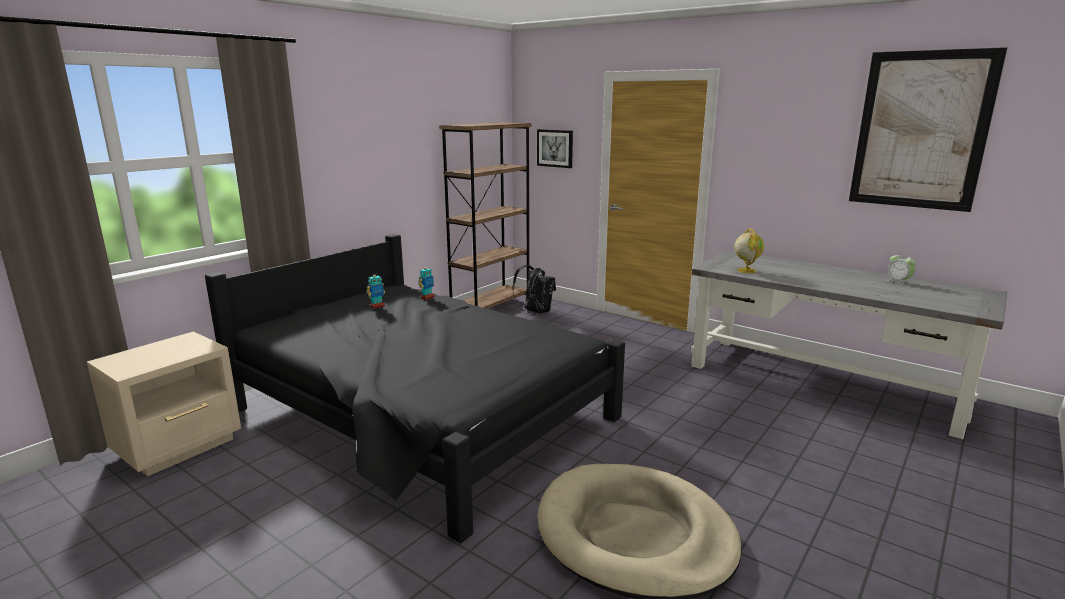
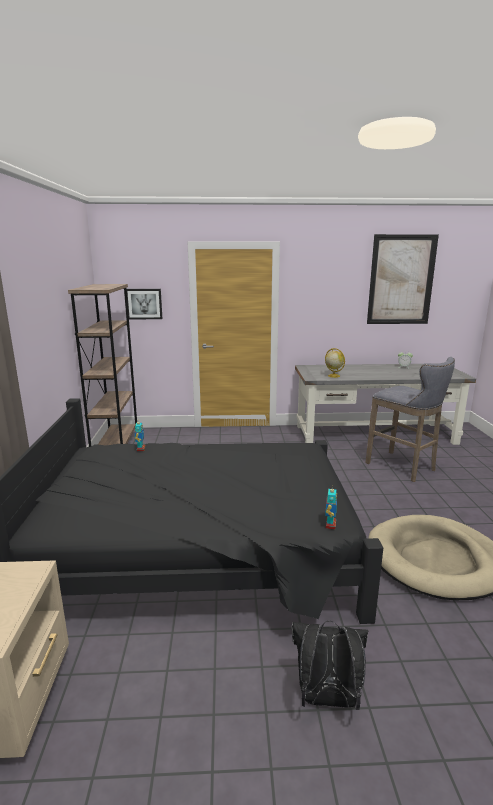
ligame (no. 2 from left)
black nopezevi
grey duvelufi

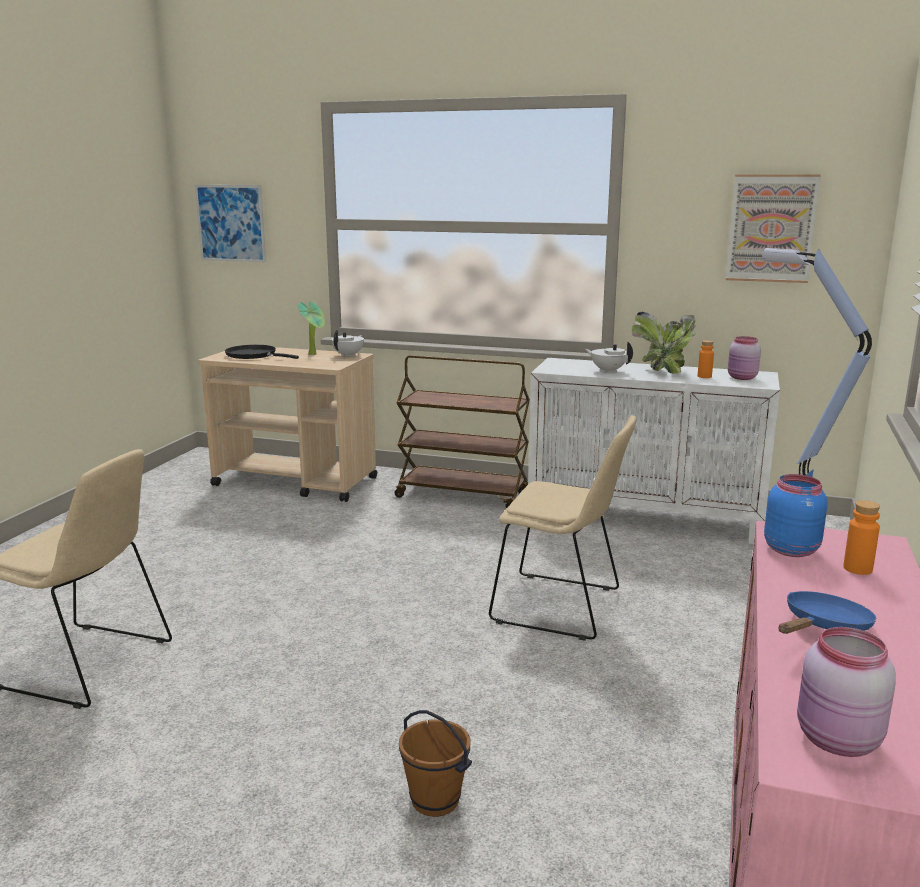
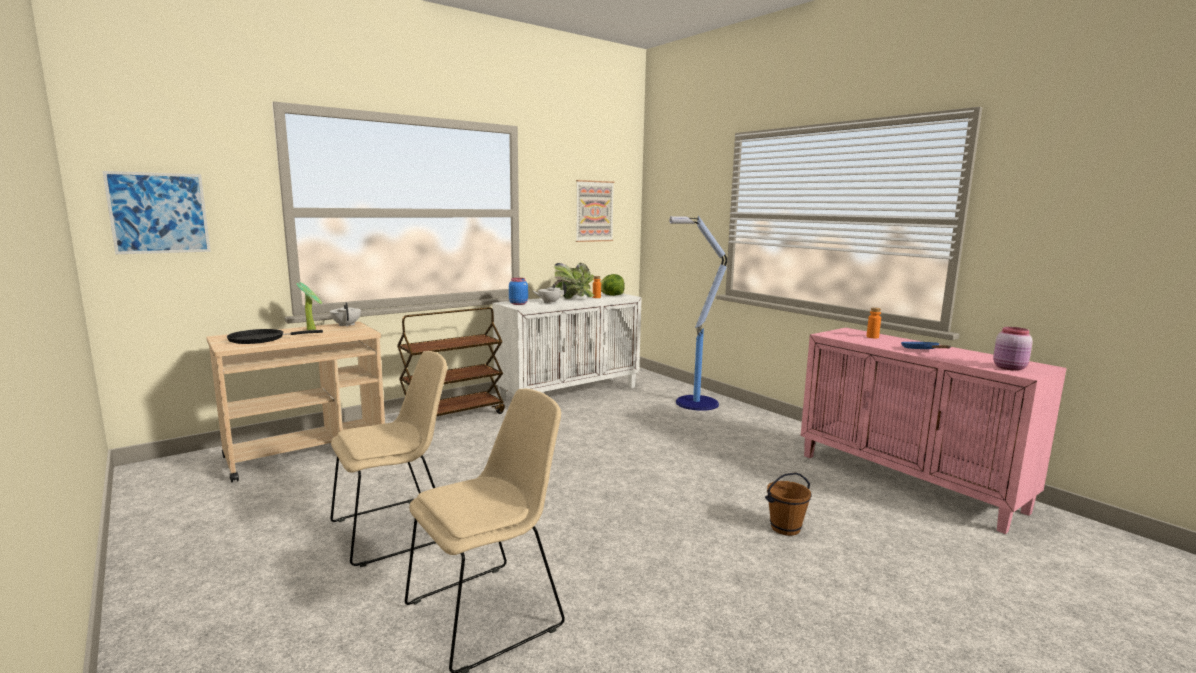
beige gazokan (no. 1 from left)
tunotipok
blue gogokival

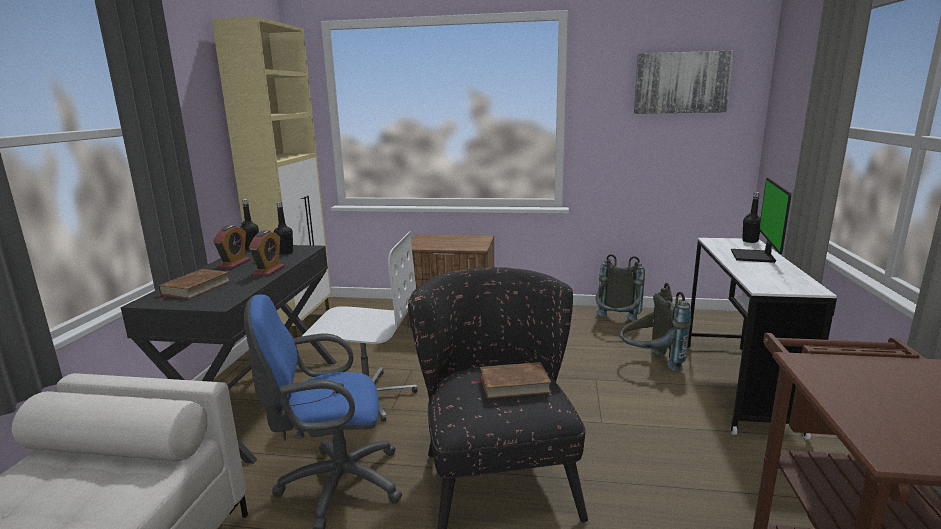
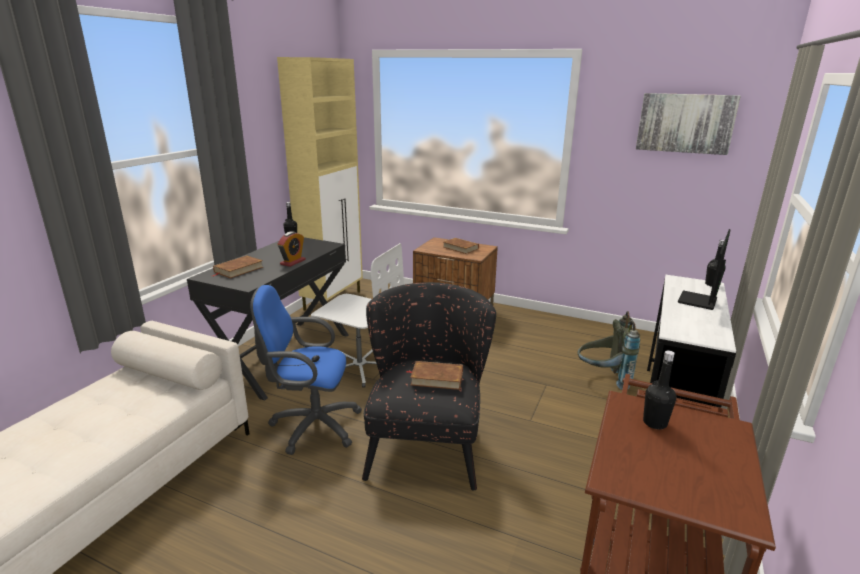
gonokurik (no. 1 from left in the first image)
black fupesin (no. 2 from left)
grey nopezevi (no. 1 from left in the first image)
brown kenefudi (no. 3 from left)

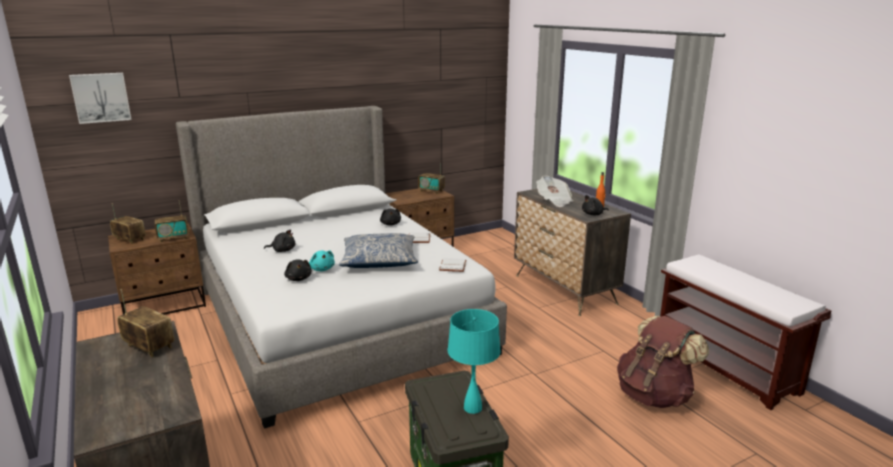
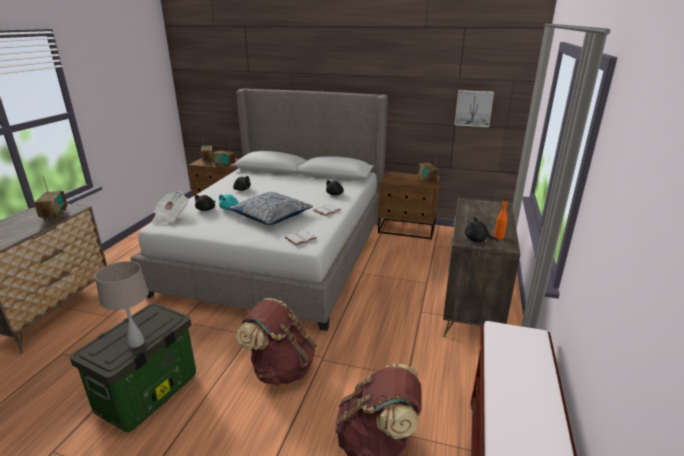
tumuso
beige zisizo
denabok
brown nopezevi (no. 1 from left)

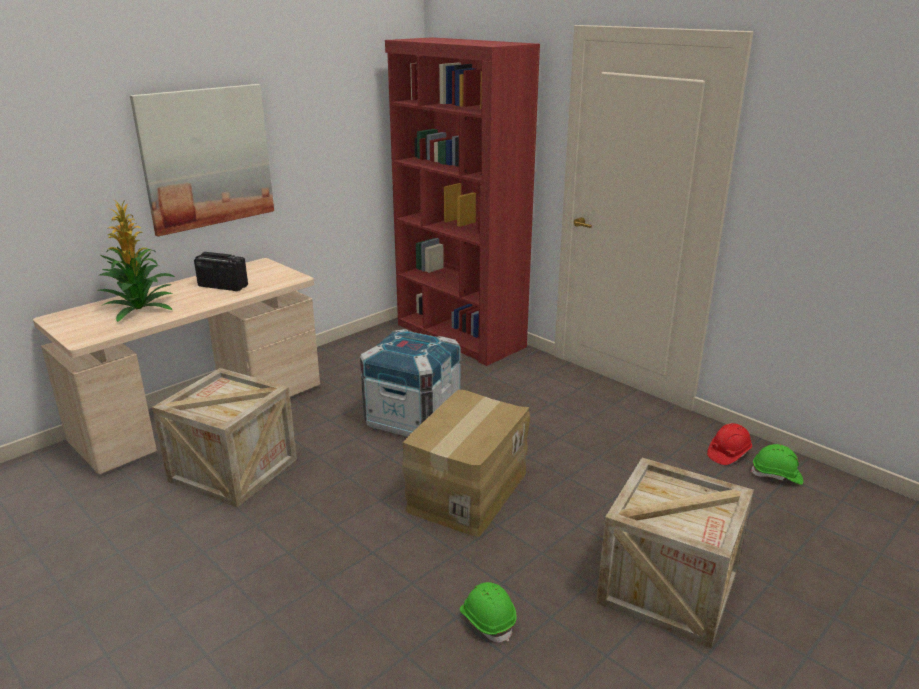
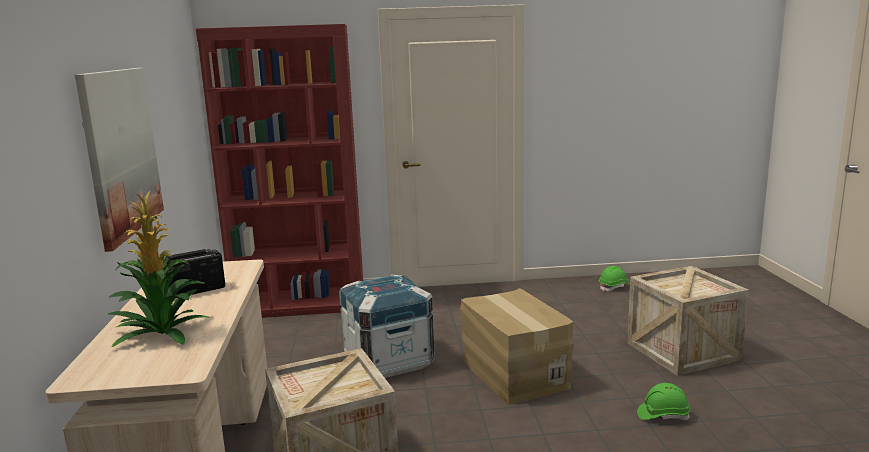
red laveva

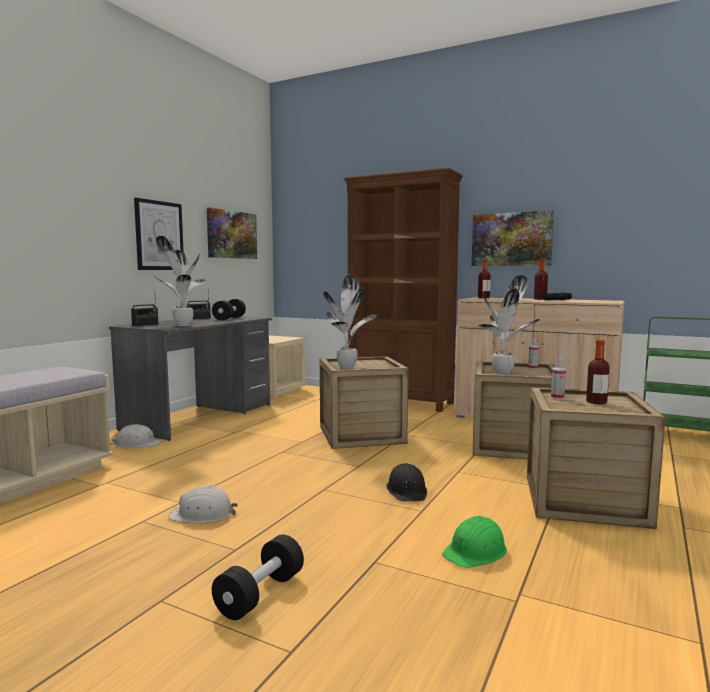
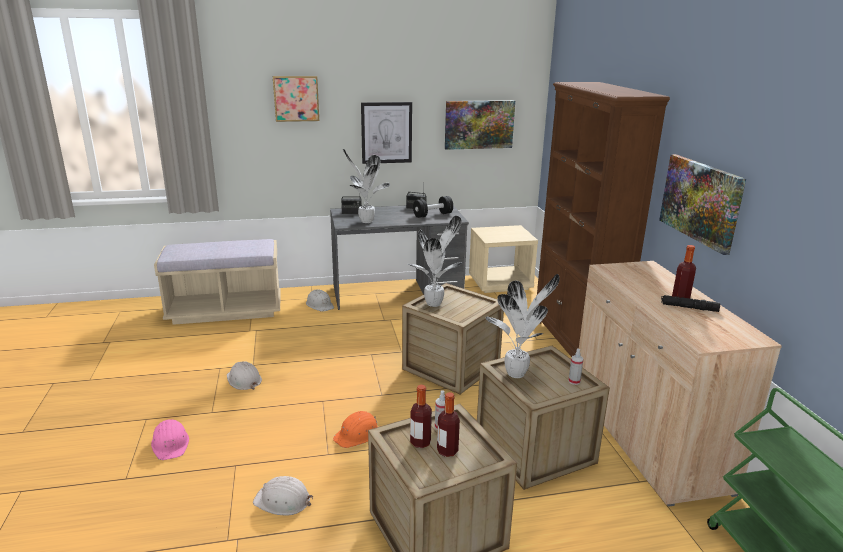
pink laveva
orange laveva
white laveva (no. 2 from left)
fupesin (no. 1 from left)
tumuso (no. 1 from left)

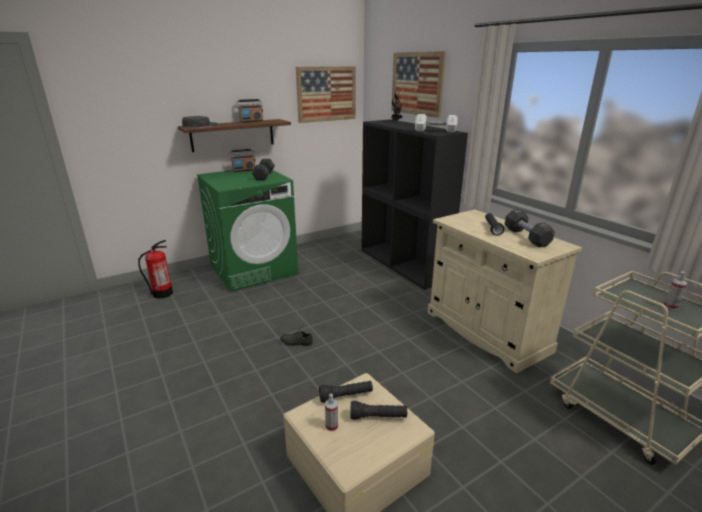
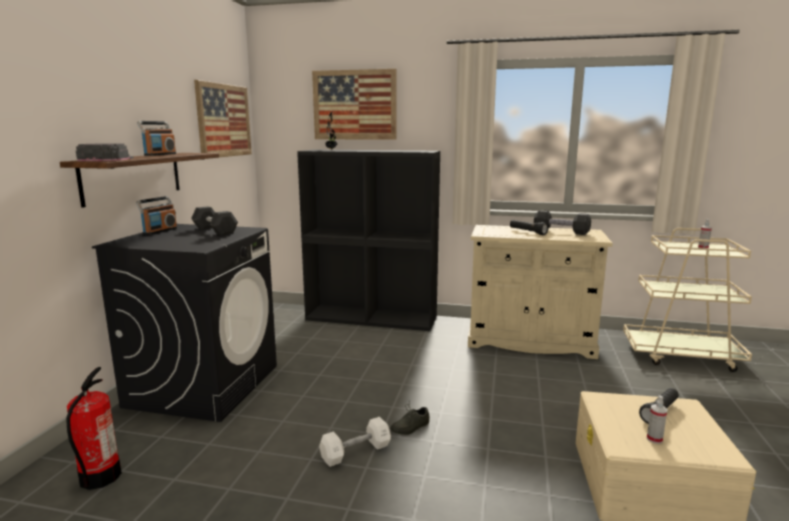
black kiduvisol
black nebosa (no. 1 from left in the first image)
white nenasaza

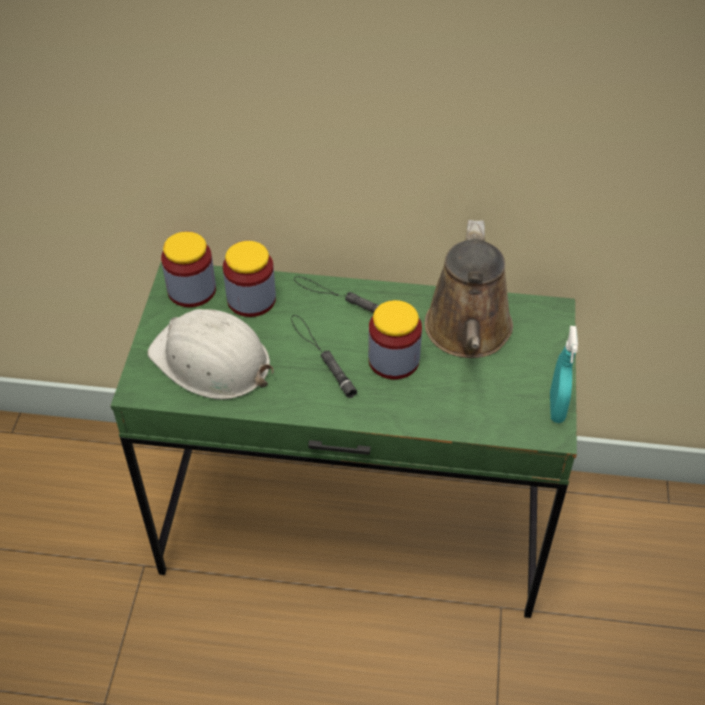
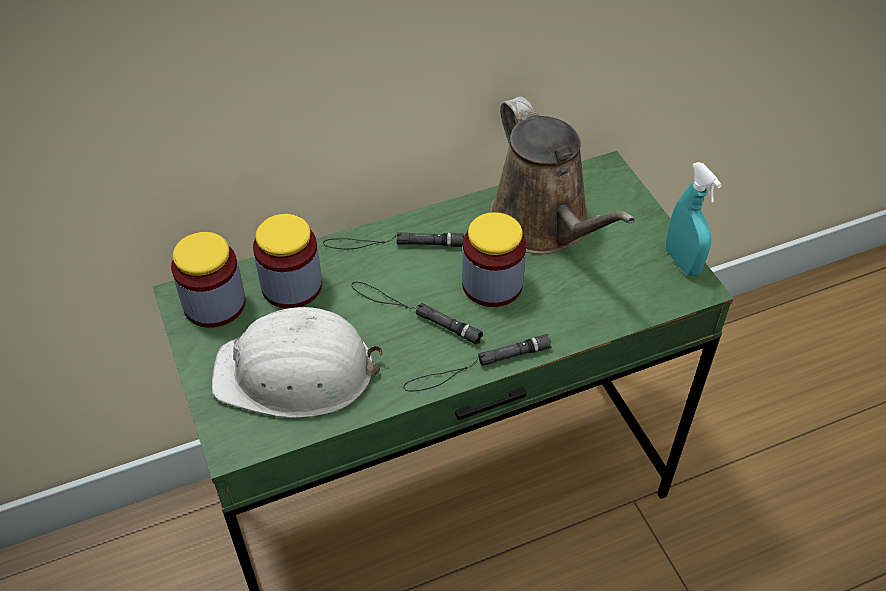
black nebosa (no. 3 from left)

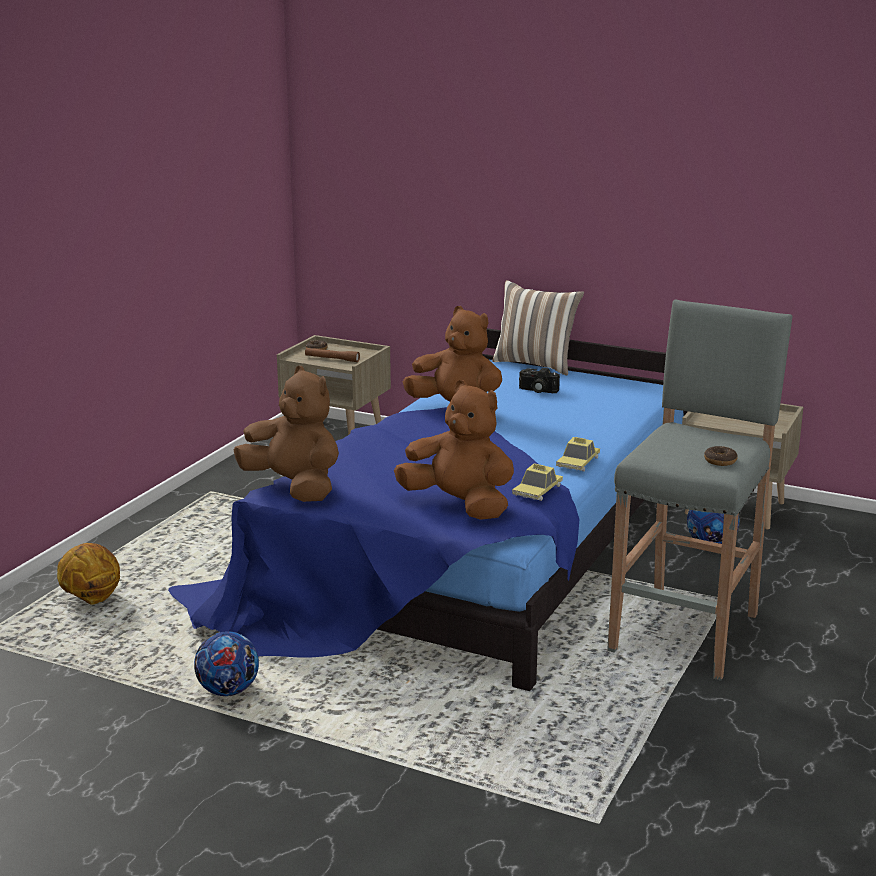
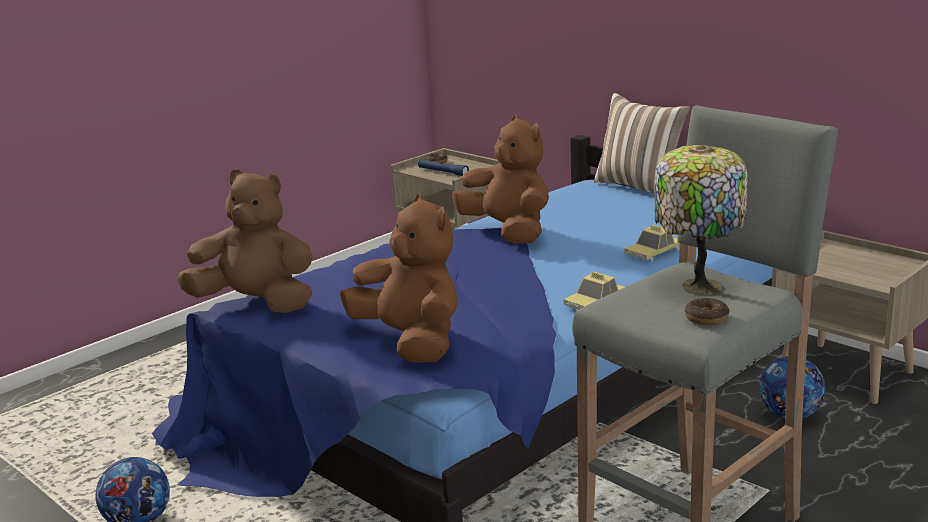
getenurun
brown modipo (no. 1 from left)
blue nebosa
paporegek (no. 2 from left)
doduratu
zisizo

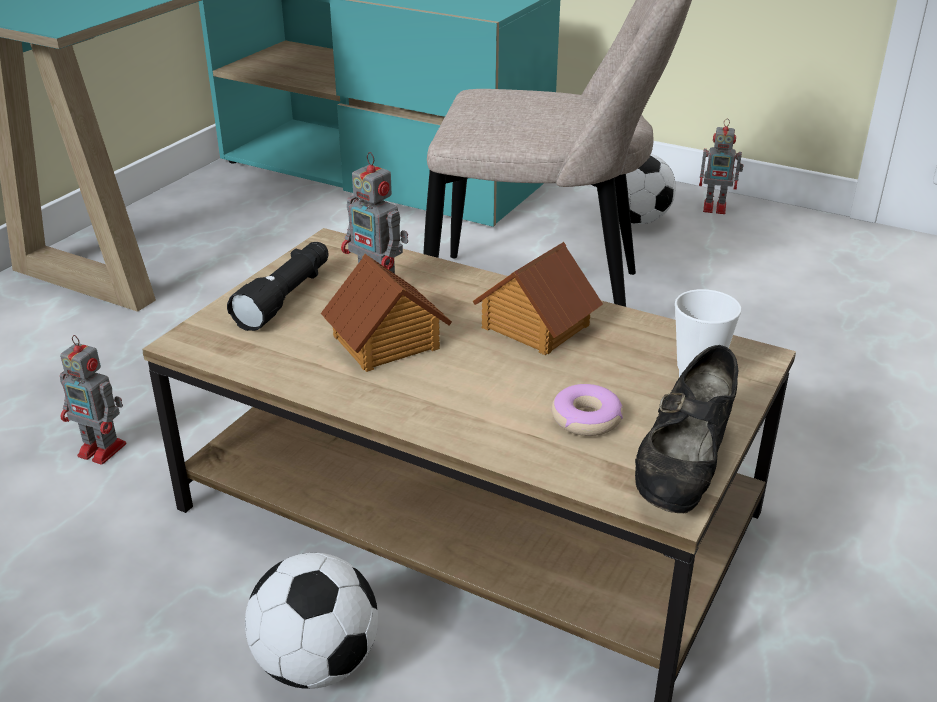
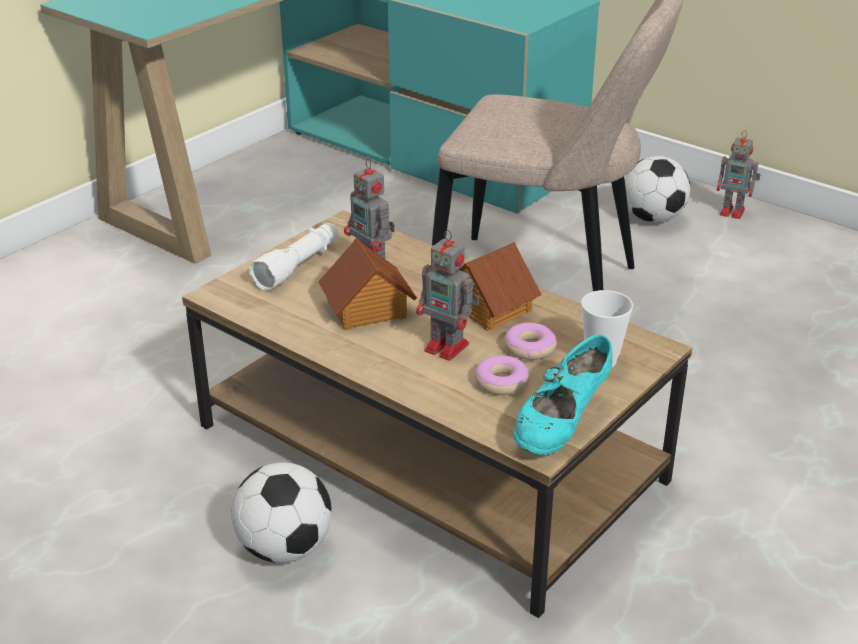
ligame (no. 2 from left)
white nebosa
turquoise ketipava
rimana (no. 2 from left)

